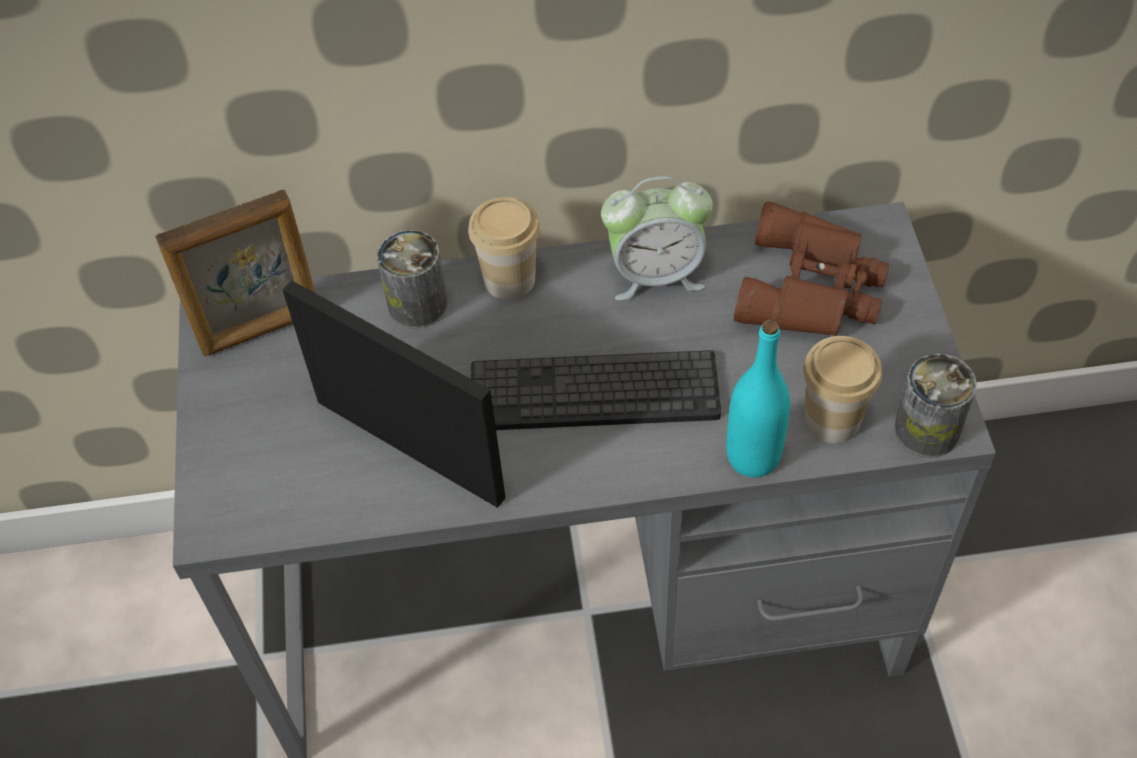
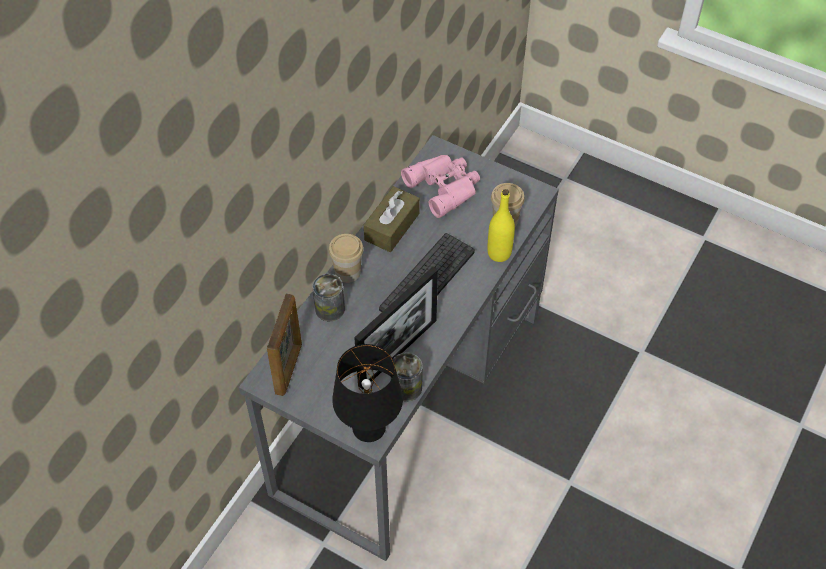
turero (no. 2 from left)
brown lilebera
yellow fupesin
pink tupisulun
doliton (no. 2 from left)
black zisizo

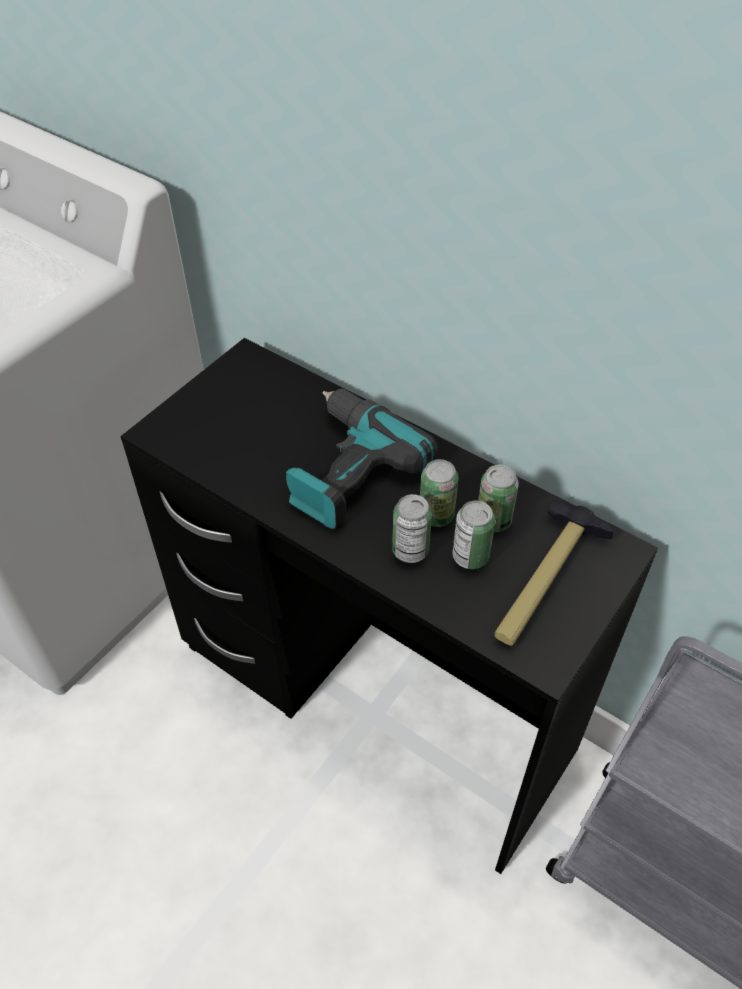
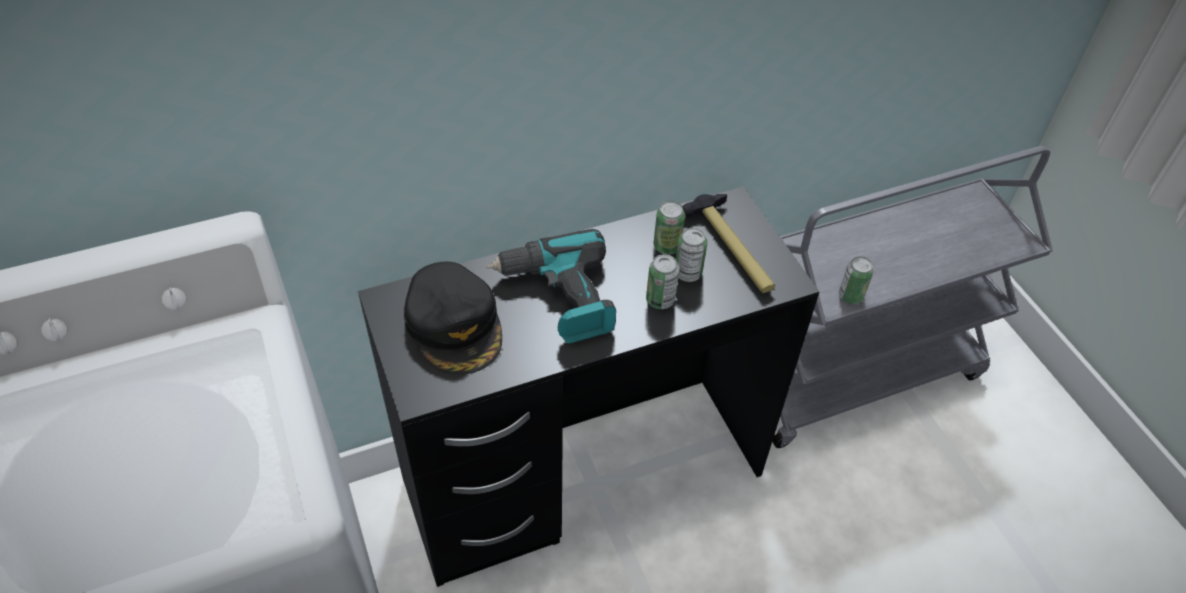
doliton (no. 4 from left)
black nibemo

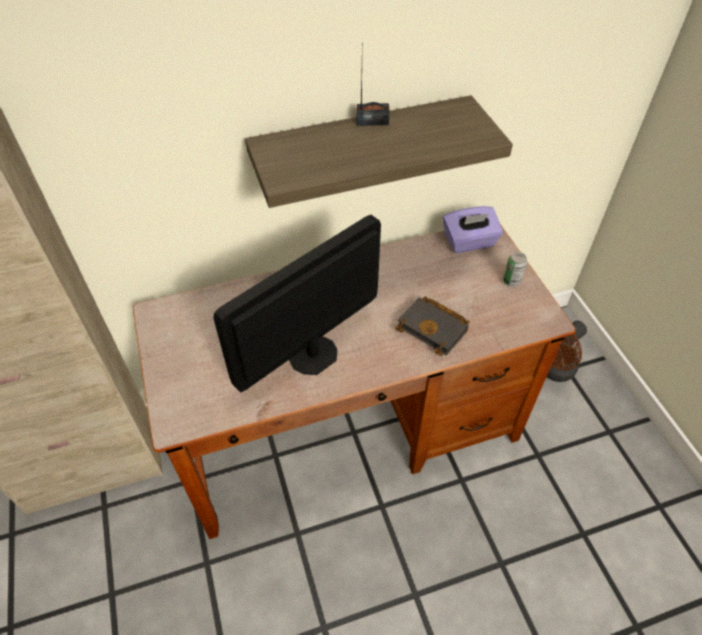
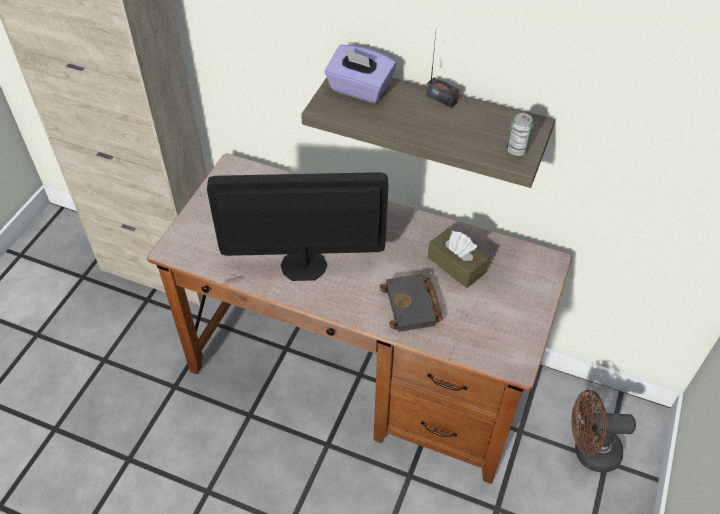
purple lilebera
doliton
brown lilebera

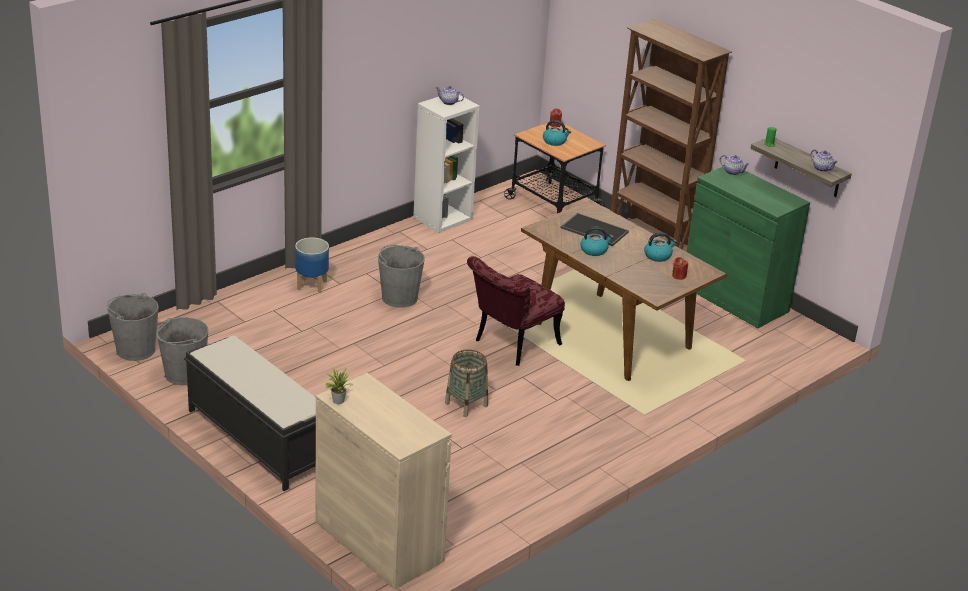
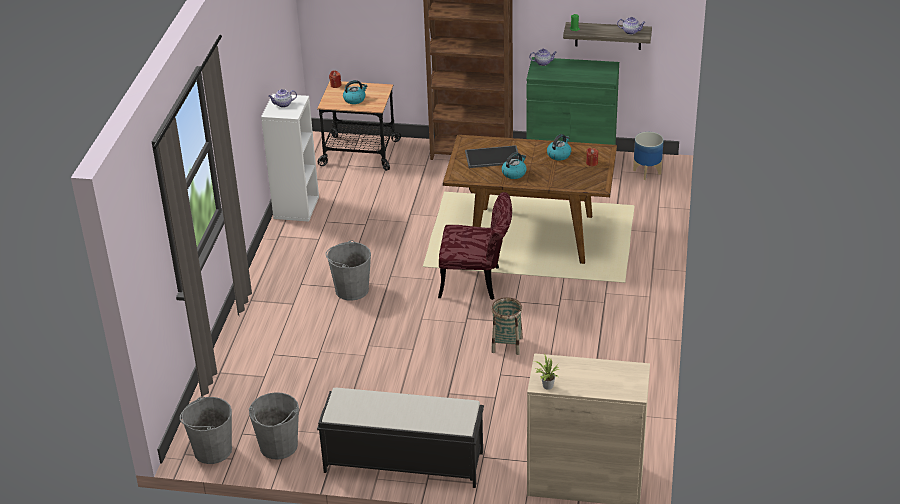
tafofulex
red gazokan

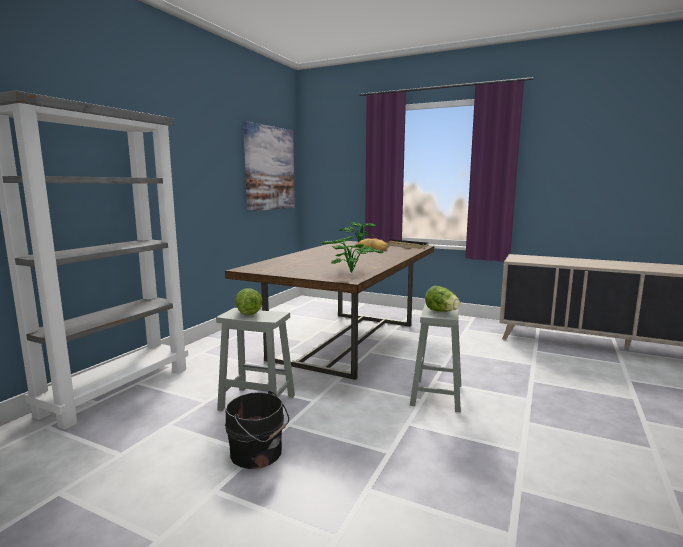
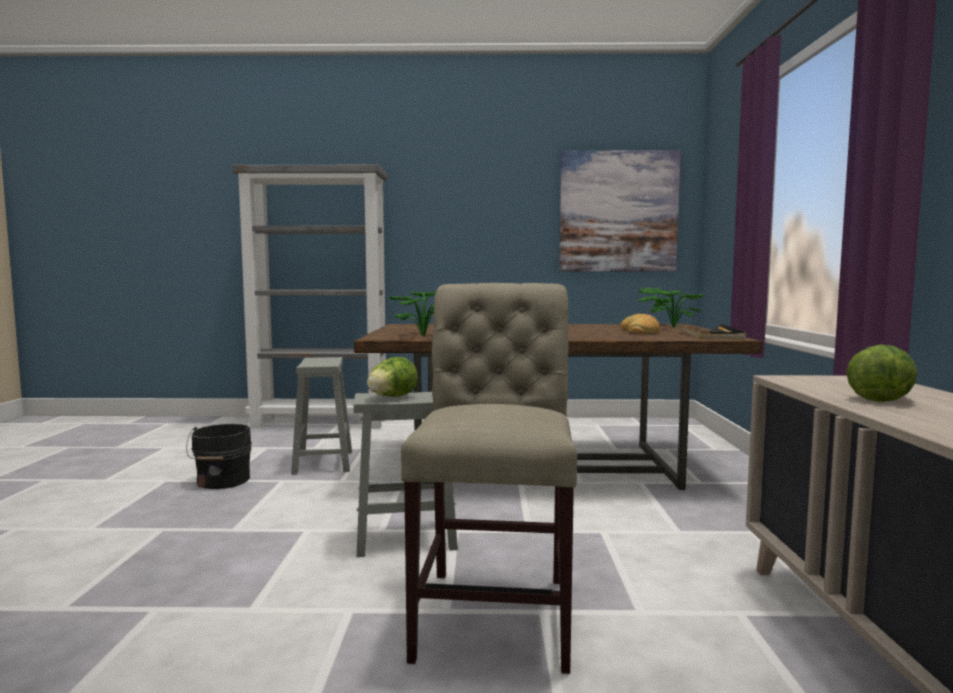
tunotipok (no. 2 from left)
beige gazokan

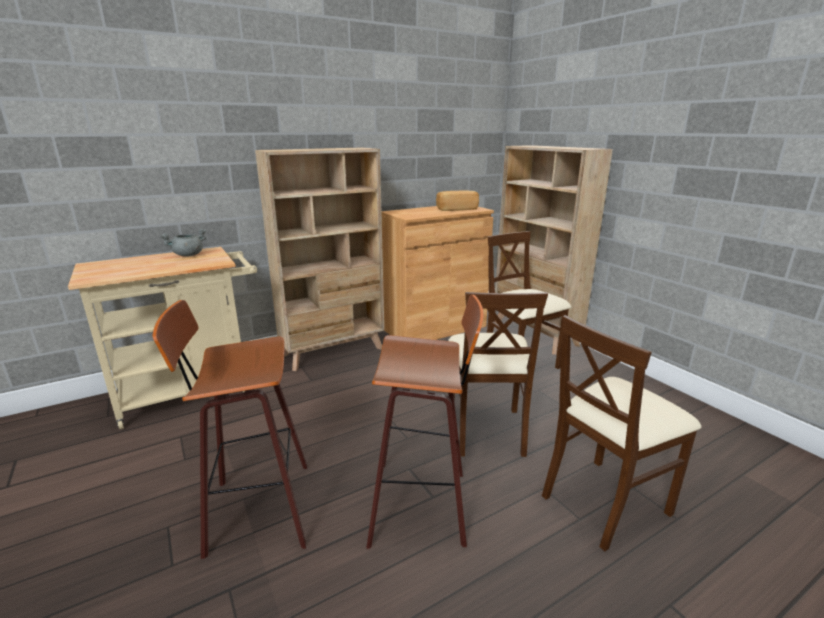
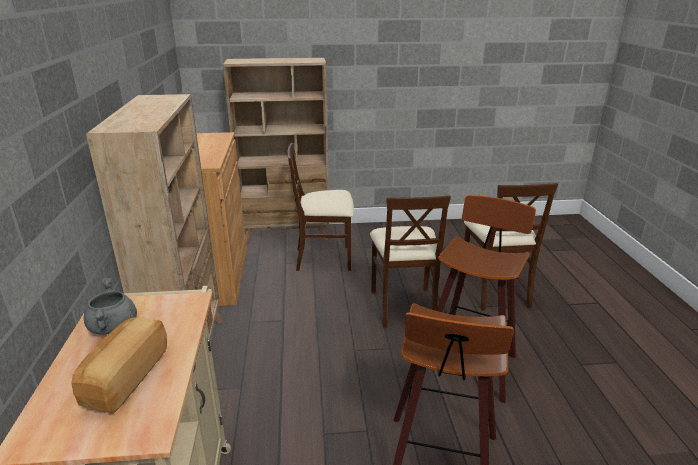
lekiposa
beige gazokan (no. 2 from left)

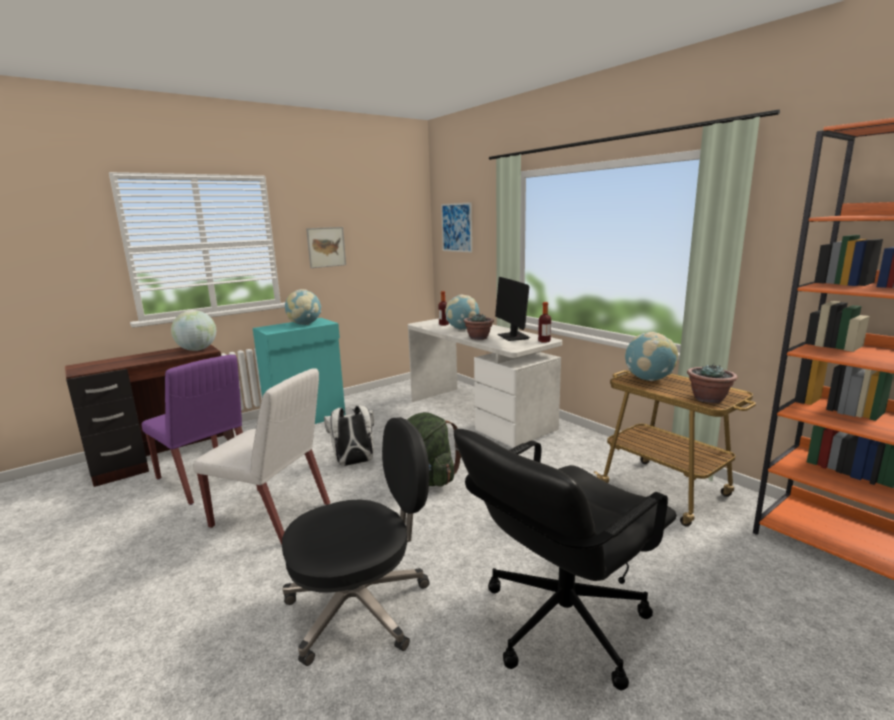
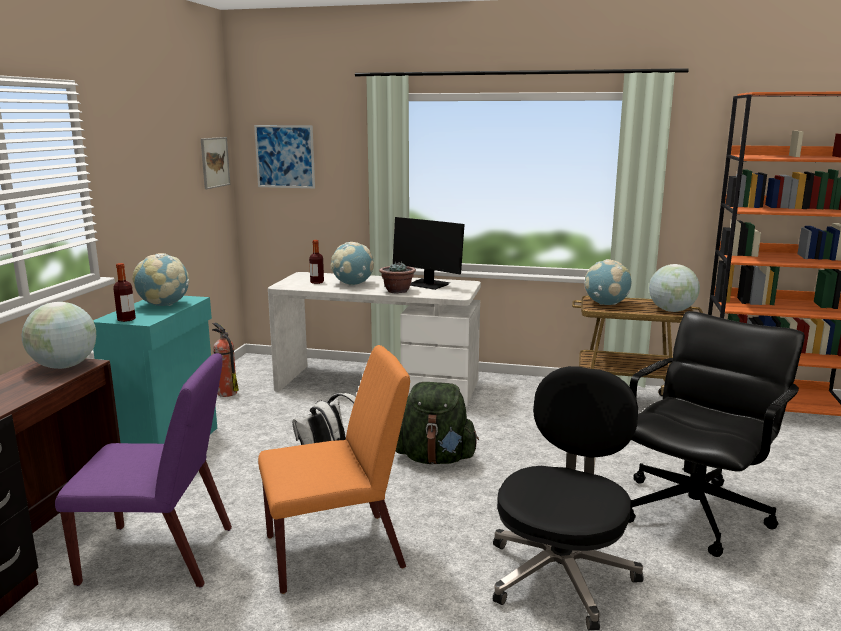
orange gazokan
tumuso (no. 1 from left)
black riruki (no. 2 from left)
fupesin (no. 1 from left)
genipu (no. 5 from left)
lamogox

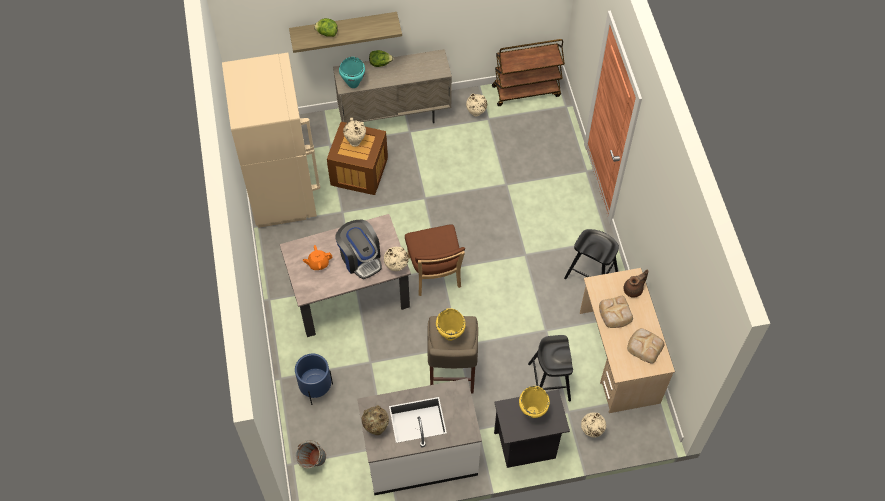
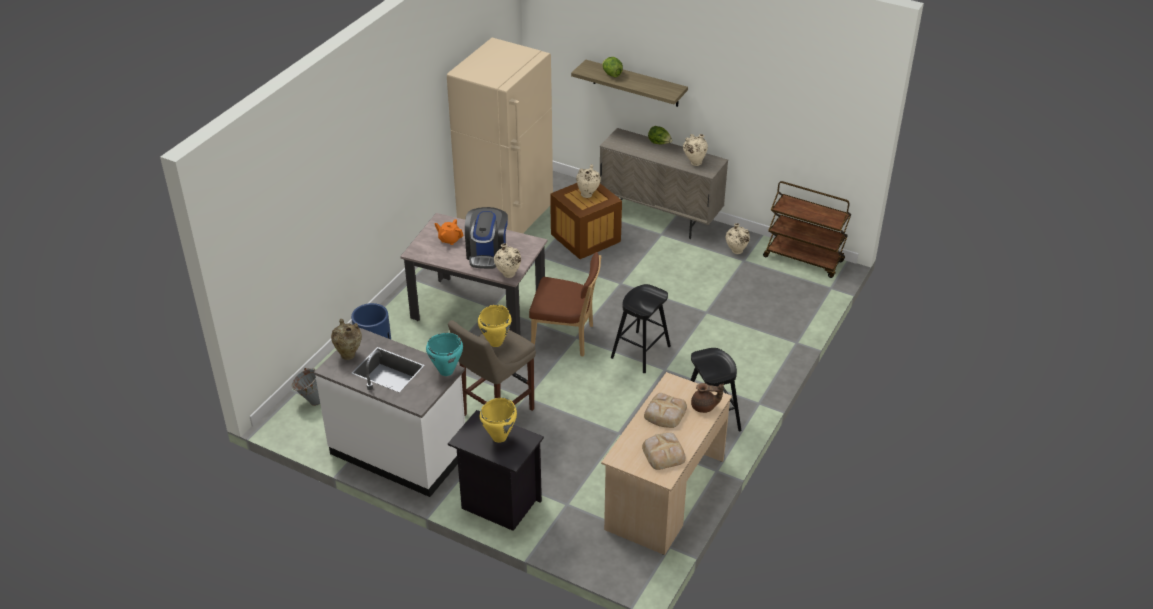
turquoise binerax
brown gazokan
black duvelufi (no. 1 from left)
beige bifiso (no. 4 from left)

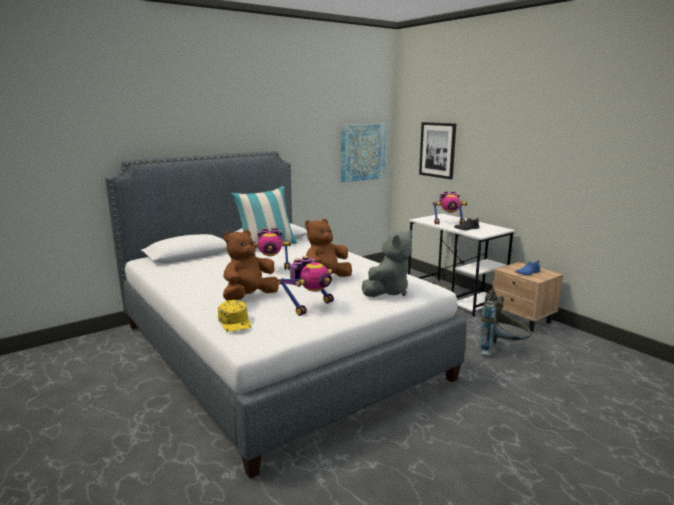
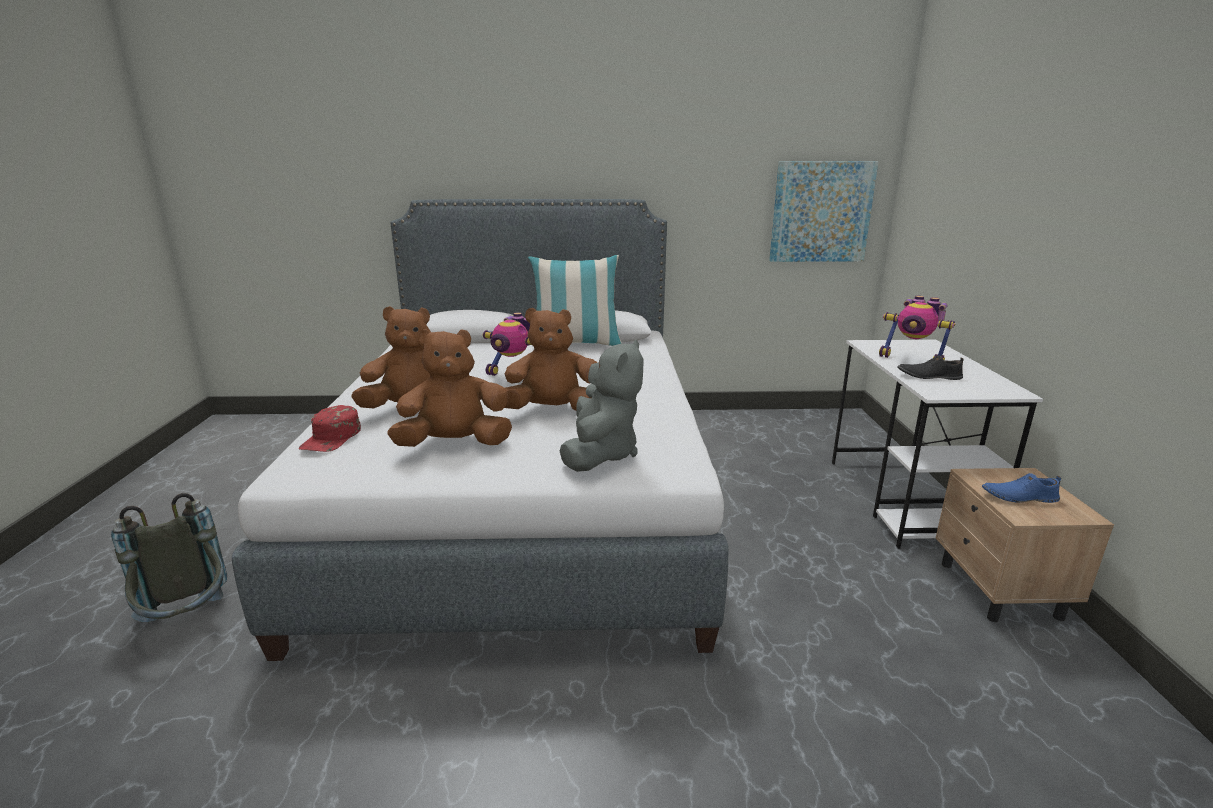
red nibemo
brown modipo (no. 2 from left)
grey modipo
tumuso (no. 2 from left in the first image)
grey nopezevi

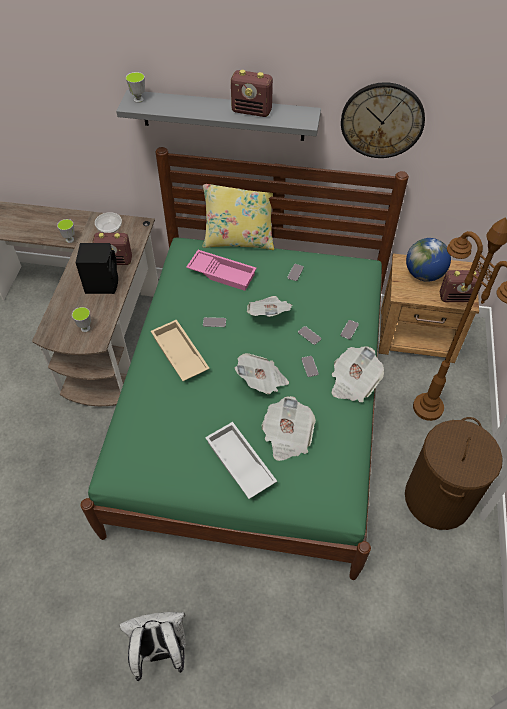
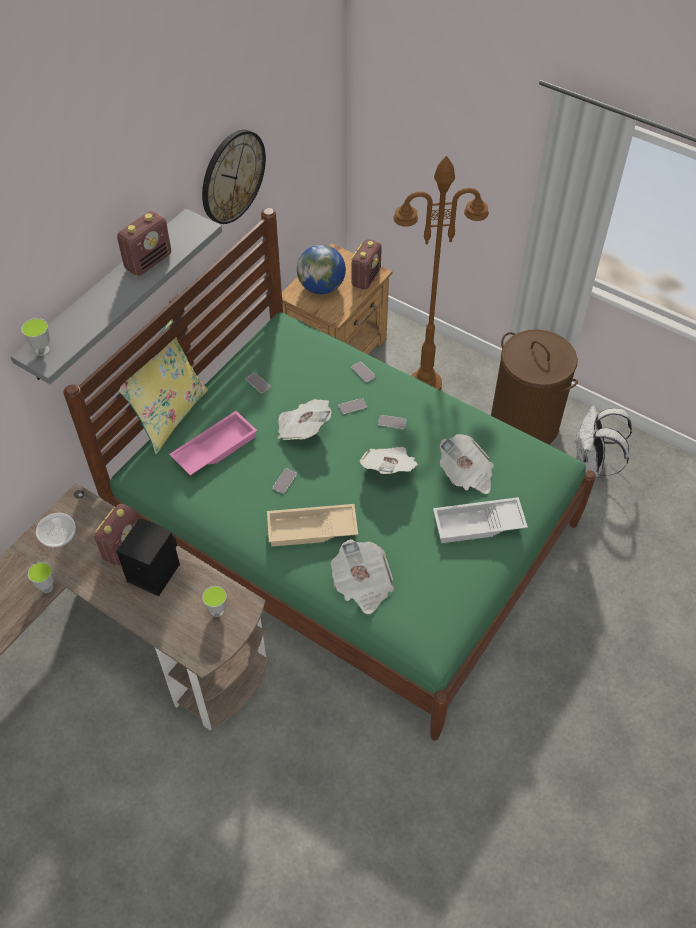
white nopezevi
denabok (no. 2 from left)

